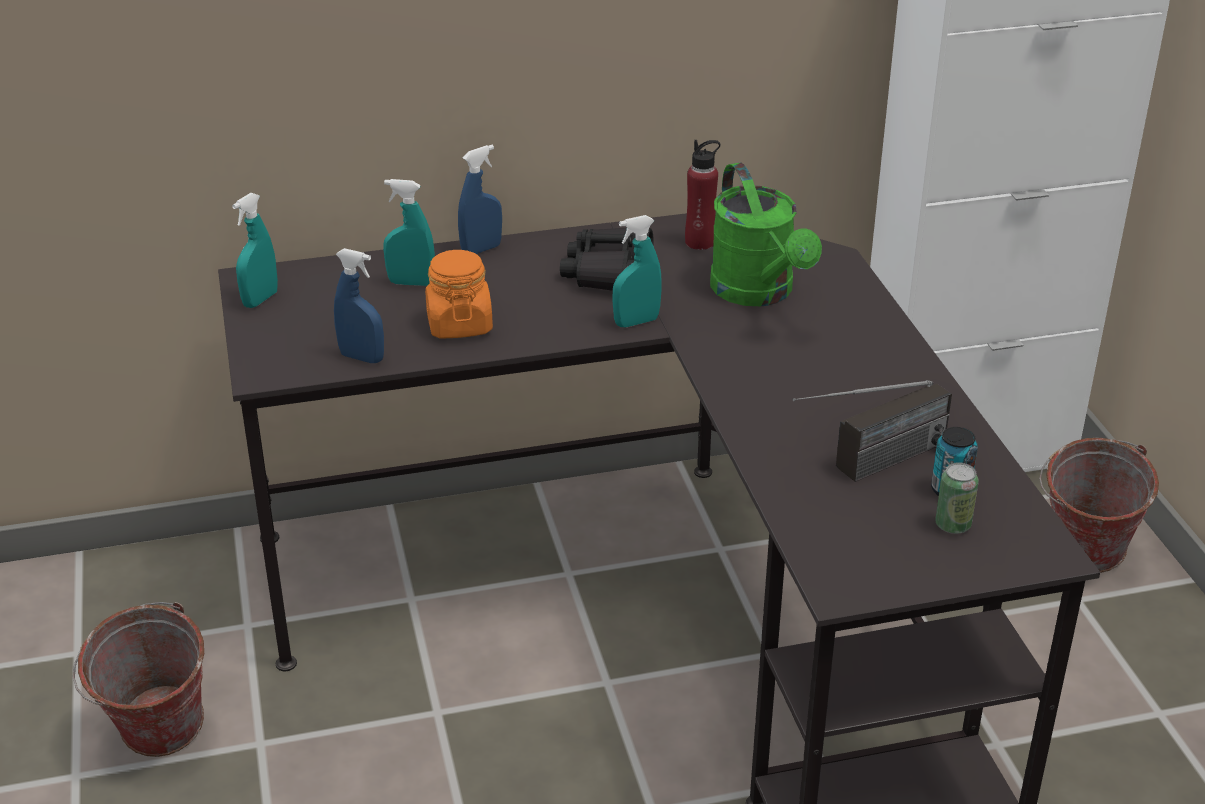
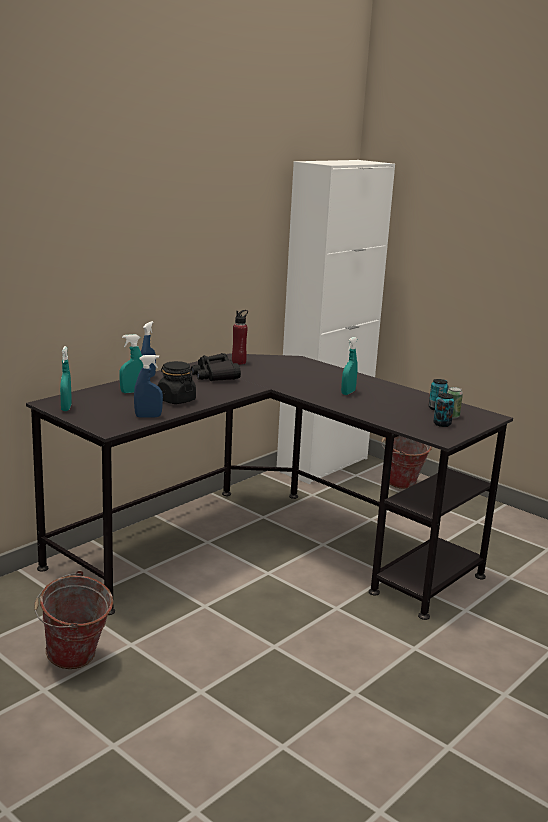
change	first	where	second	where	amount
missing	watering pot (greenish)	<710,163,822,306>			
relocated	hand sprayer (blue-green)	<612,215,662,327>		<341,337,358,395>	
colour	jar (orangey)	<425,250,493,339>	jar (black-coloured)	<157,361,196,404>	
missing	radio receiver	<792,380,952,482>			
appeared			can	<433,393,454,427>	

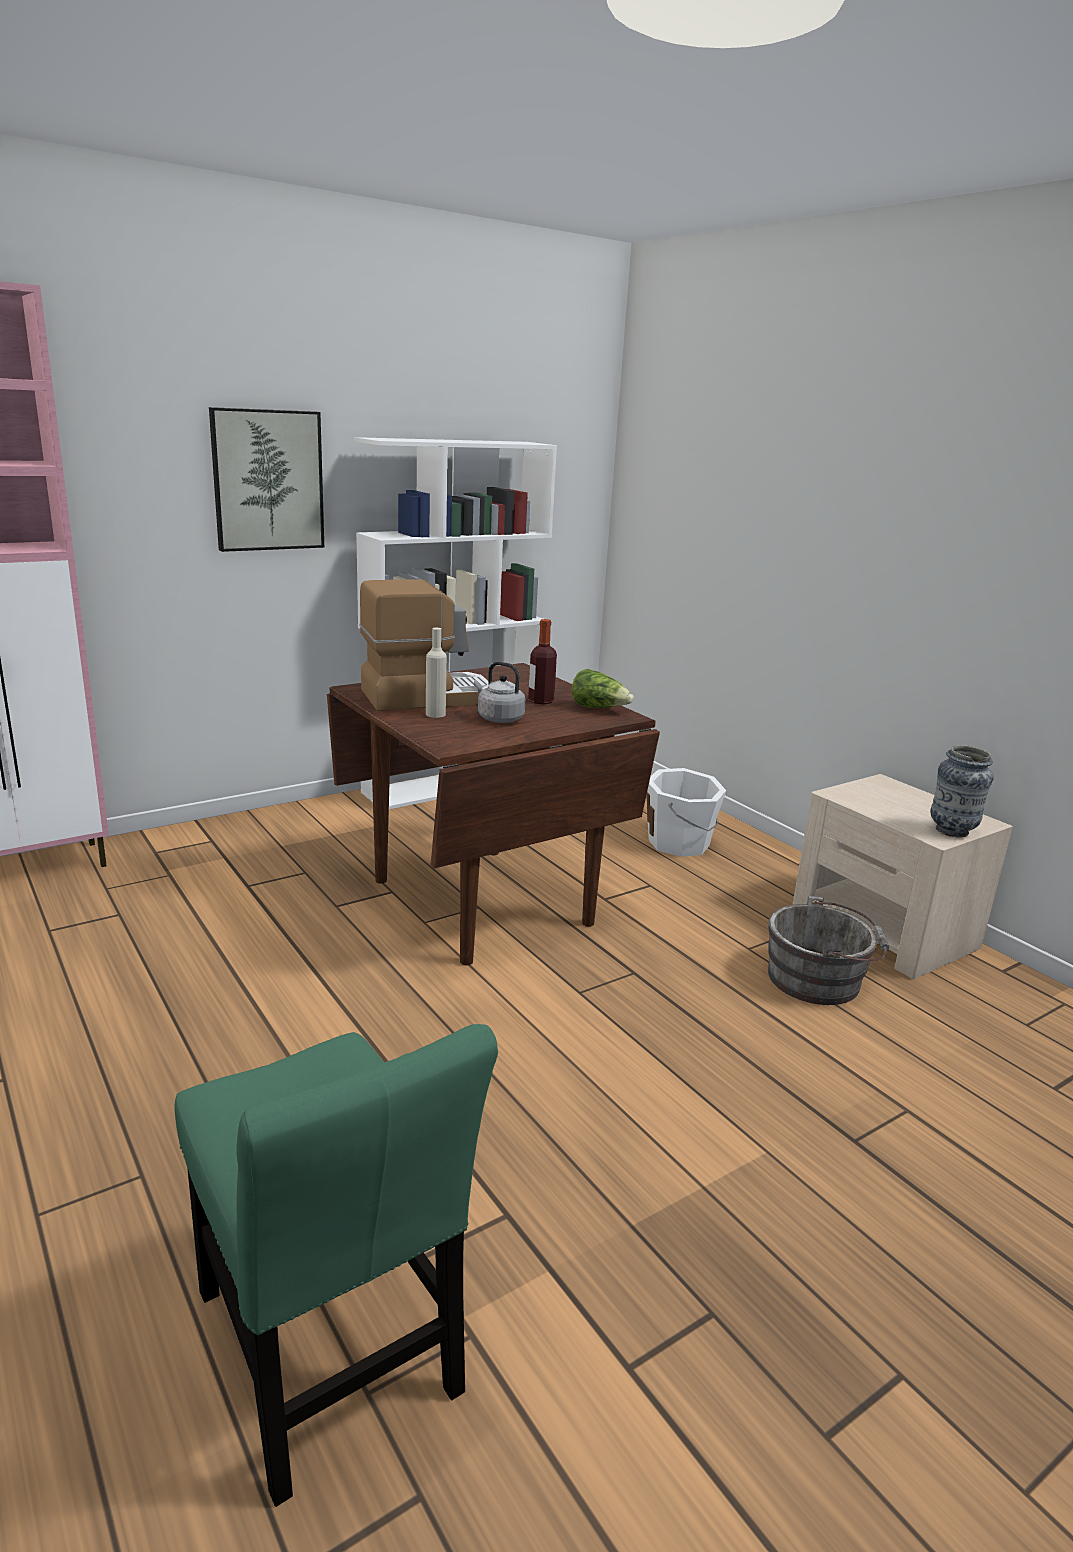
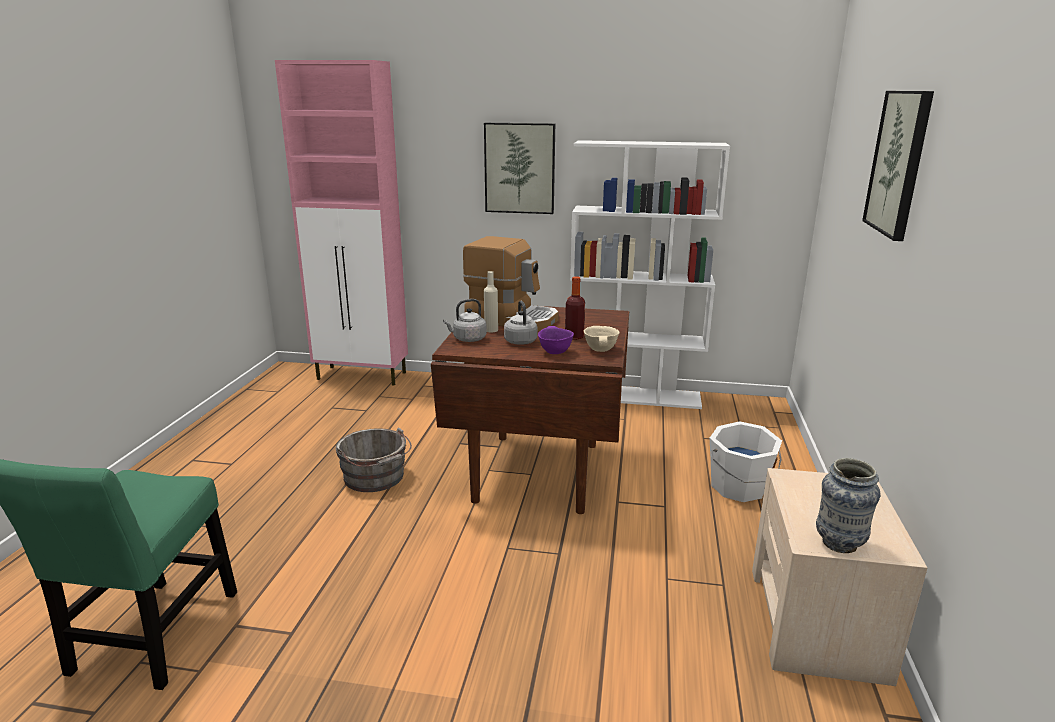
change	first	where	second	where	amount
exchanged	lettuce	<571,669,634,708>	bowl (sand-coloured)	<584,326,620,352>	
relocated	pail (grey)	<768,896,889,1005>		<336,427,412,492>	
appeared			wall picture	<862,91,934,241>	
appeared			water kettle (grey)	<443,299,487,342>	
appeared			bowl (purple-coloured)	<538,326,574,354>	

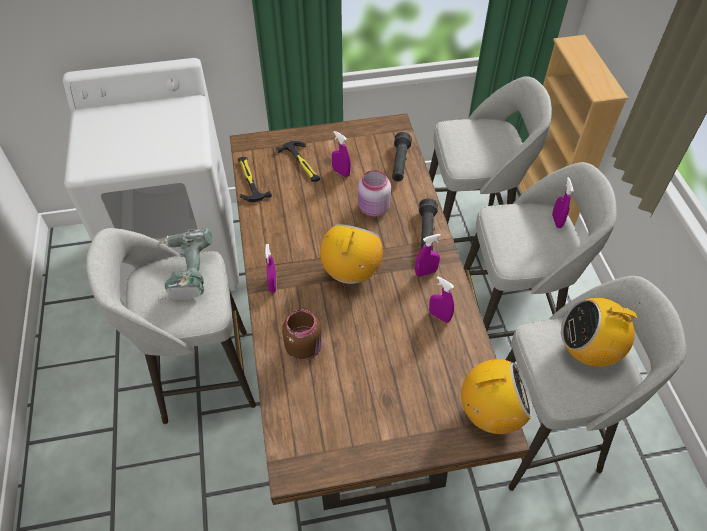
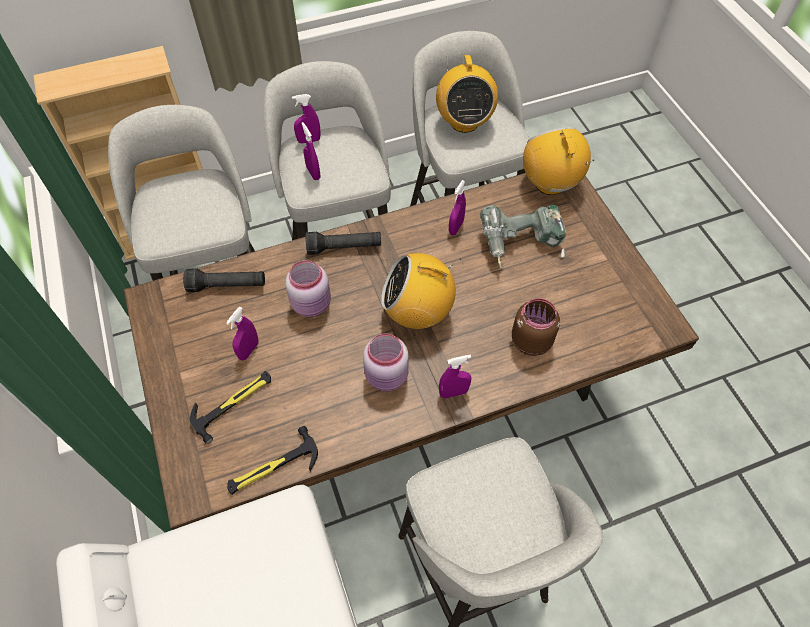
change	first	where	second	where	amount
relocated	power drill	<158,228,213,300>		<480,205,566,268>	
relocated	hand sprayer (purple-coloured)	<415,234,441,277>		<301,122,320,180>	
appeared			jar (pinkish)	<363,334,409,391>	

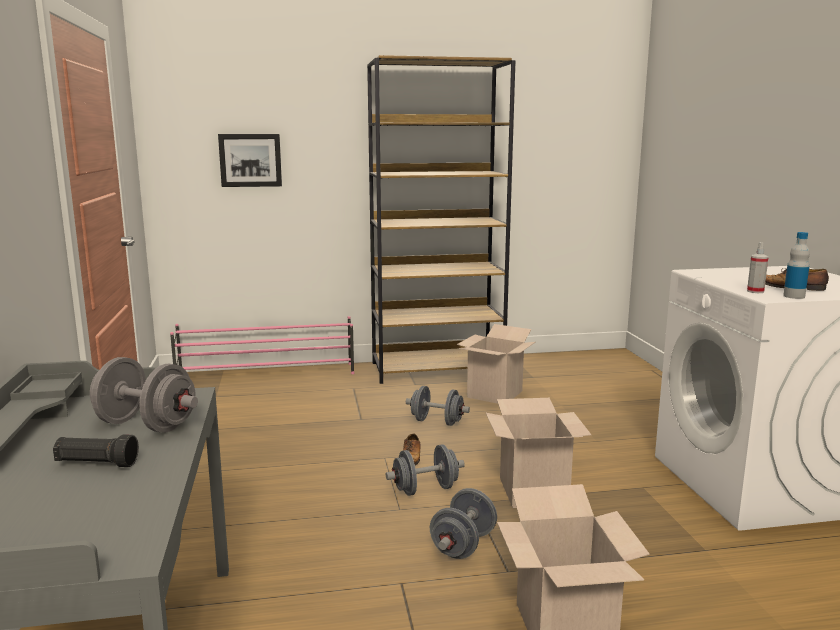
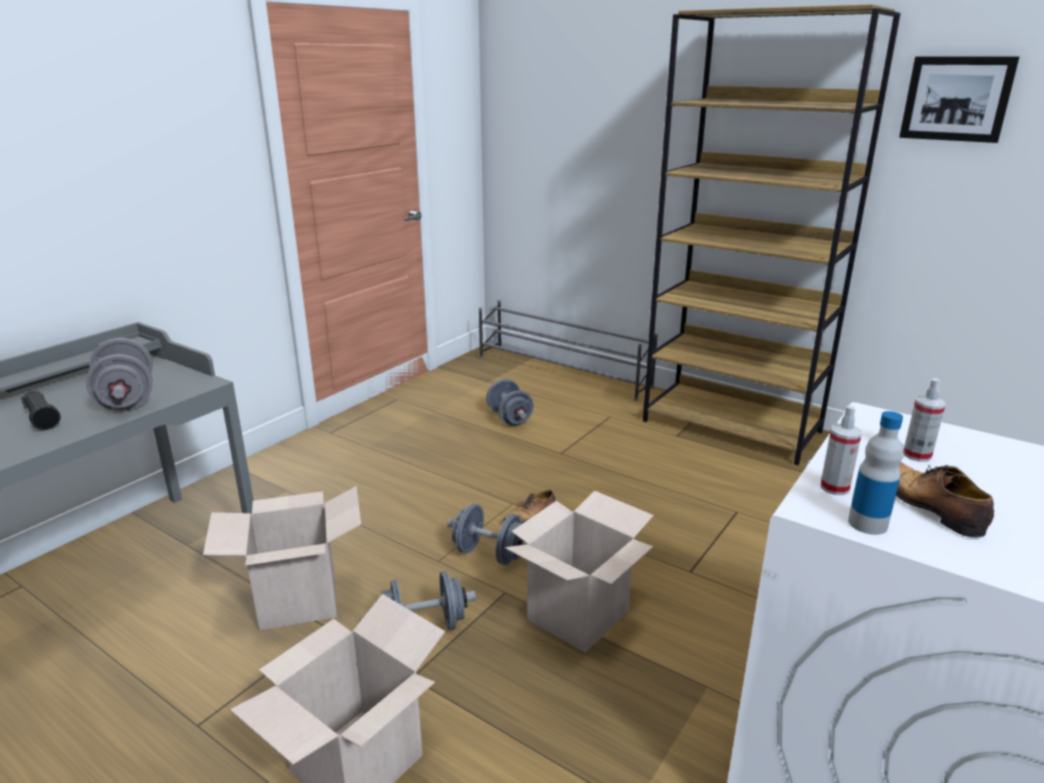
change	first	where	second	where	amount
relocated	wall picture	<218,134,282,187>		<899,56,1019,143>	
colour	shoe stand (pinkish)	<170,316,354,374>	shoe stand (grey)	<479,300,658,401>	
relocated	cardboard box	<457,324,535,404>		<203,486,361,630>	
relocated	free weight (grey)	<406,386,470,426>		<486,379,534,426>	
appeared			hand sprayer	<903,378,946,462>	

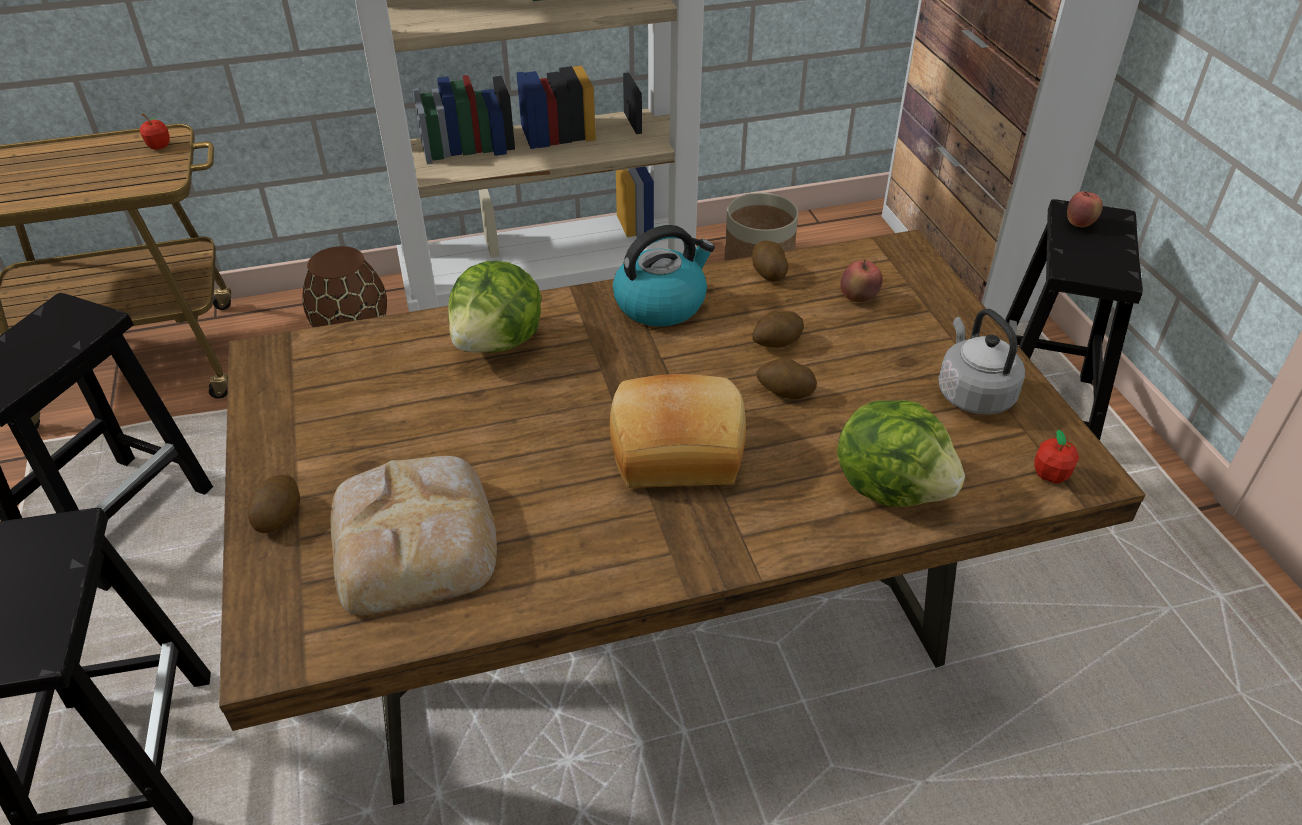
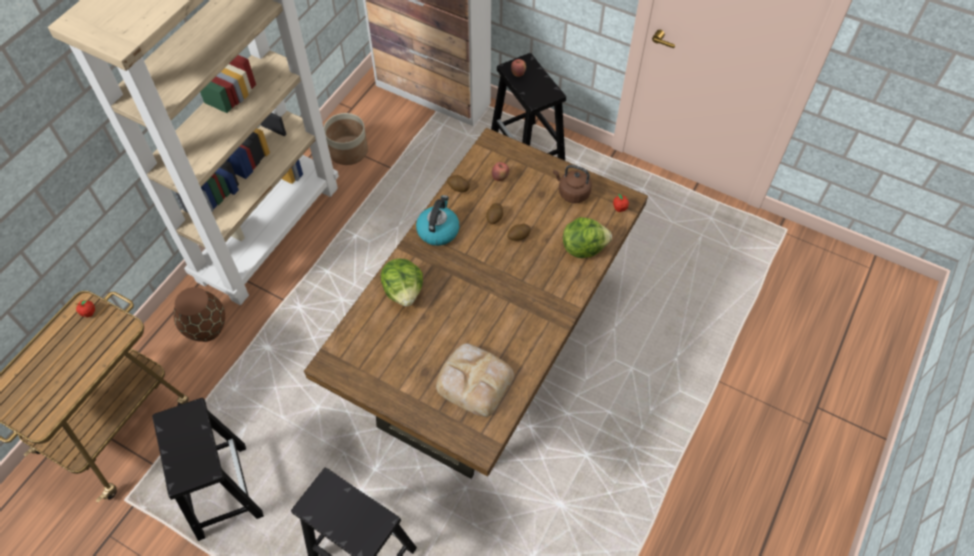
change	first	where	second	where	amount
colour	water kettle (grey)	<938,309,1025,415>	water kettle (brown)	<553,165,592,203>	
missing	bread	<610,374,746,488>			
missing	potato	<248,475,300,533>			

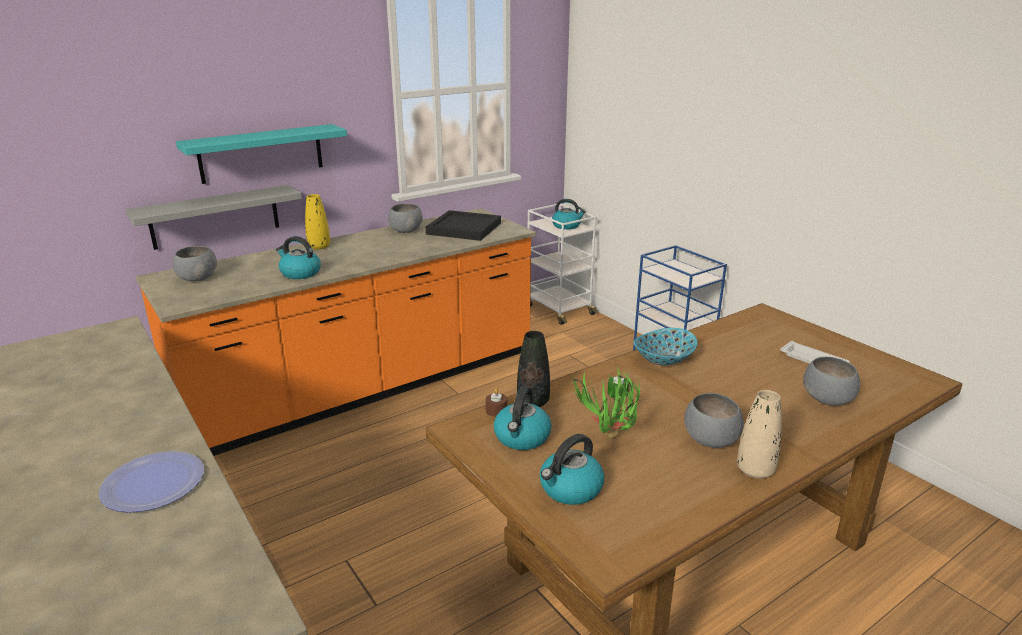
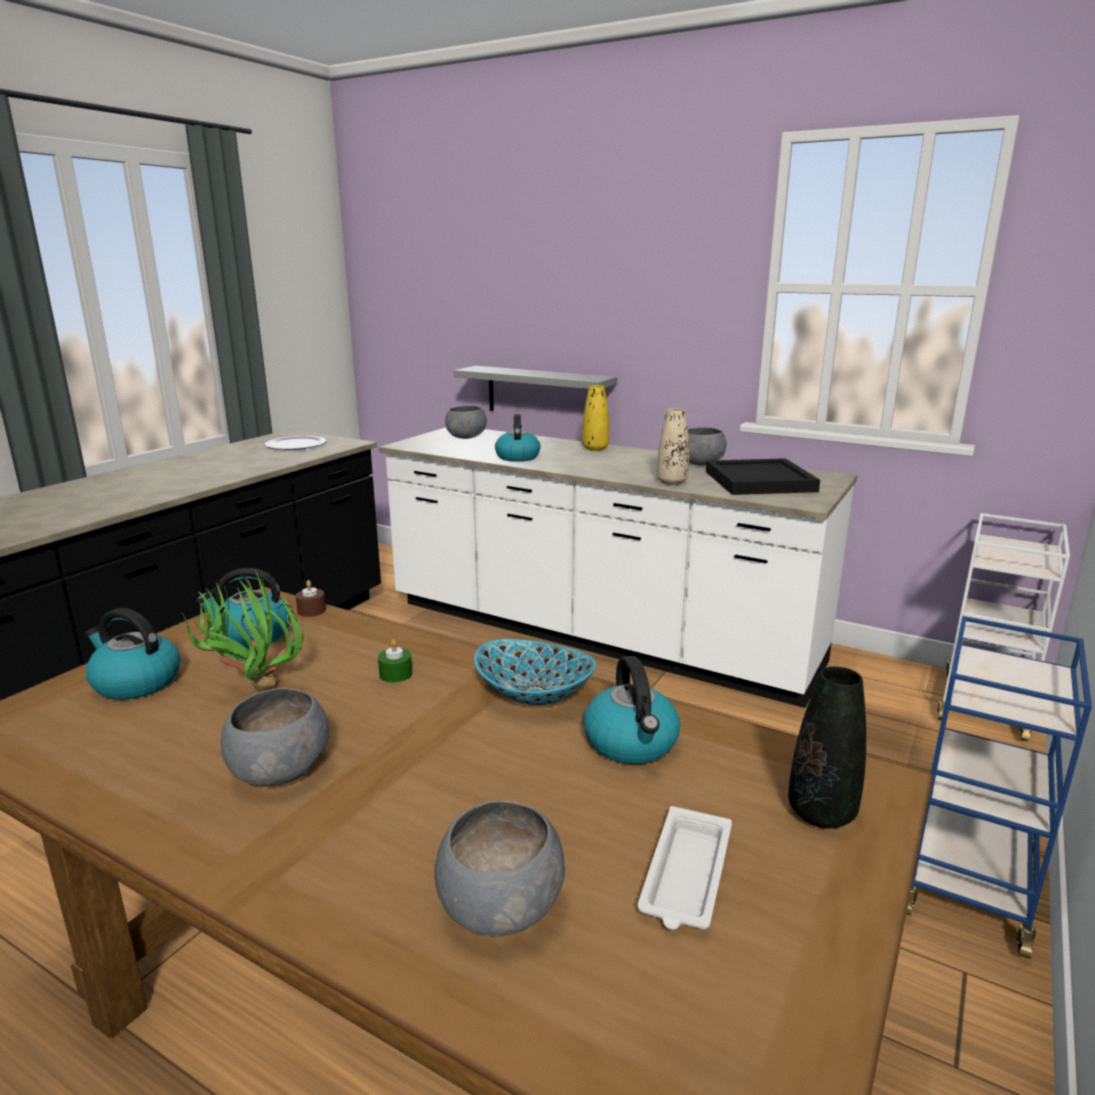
change	first	where	second	where	amount
missing	shelf (blue-green)	<176,124,347,184>			
relocated	water kettle	<552,199,586,230>		<583,656,680,764>	
colour	kitchen base unit (orangey)	<136,208,536,456>	kitchen base unit (white-coloured)	<379,427,857,708>	
relocated	flower vase (black-coloured)	<517,331,550,407>		<788,666,866,828>	
relocated	flower vase (sand-coloured)	<737,390,782,479>		<657,408,689,485>	
relocated	dinner plate	<98,451,204,513>		<265,436,326,450>	

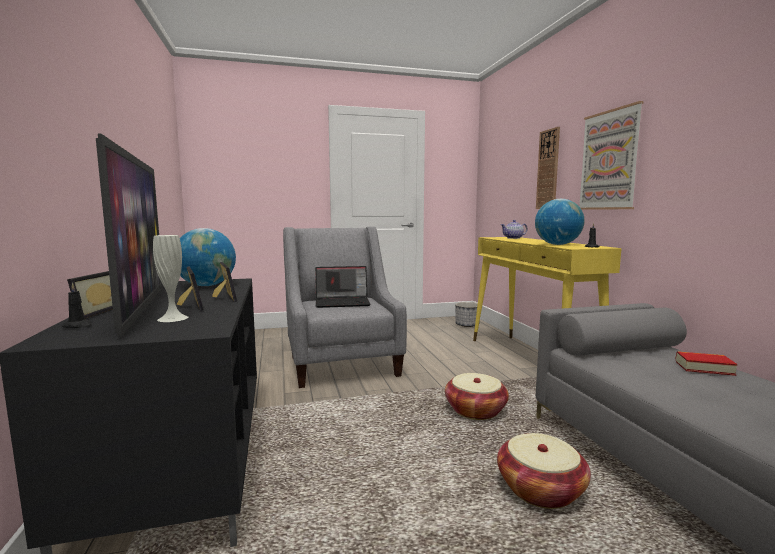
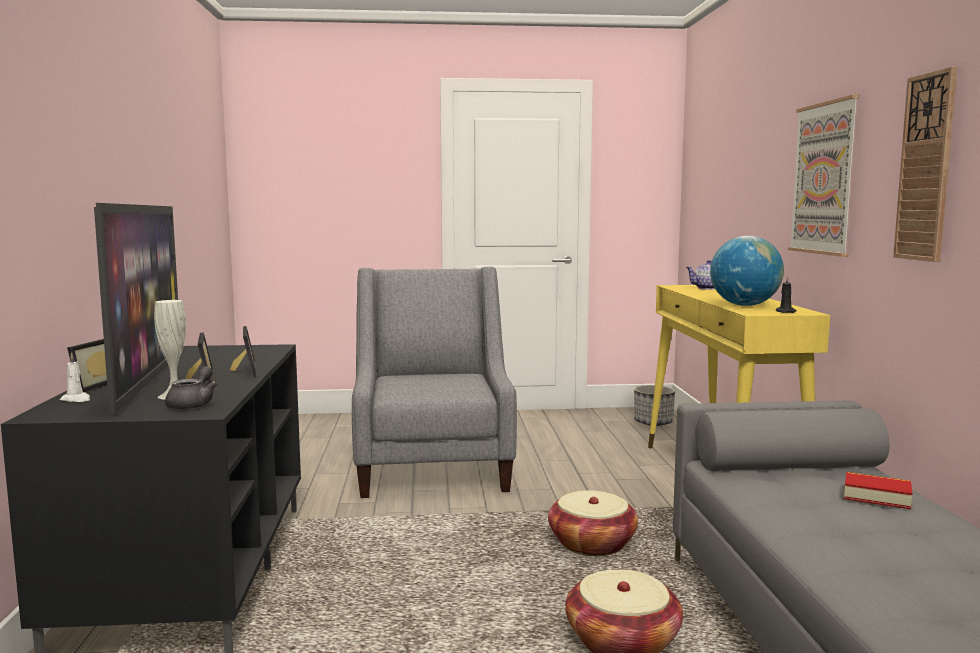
change	first	where	second	where	amount
relocated	clock on the wall	<536,127,560,209>		<893,66,958,262>	
missing	globe	<180,228,236,286>			
missing	notebook computer	<315,266,371,308>			
colour	wax candle (black-coloured)	<62,283,92,328>	wax candle (white-coloured)	<60,352,90,402>	
appeared			pot for tea (grey)	<165,366,218,410>	

